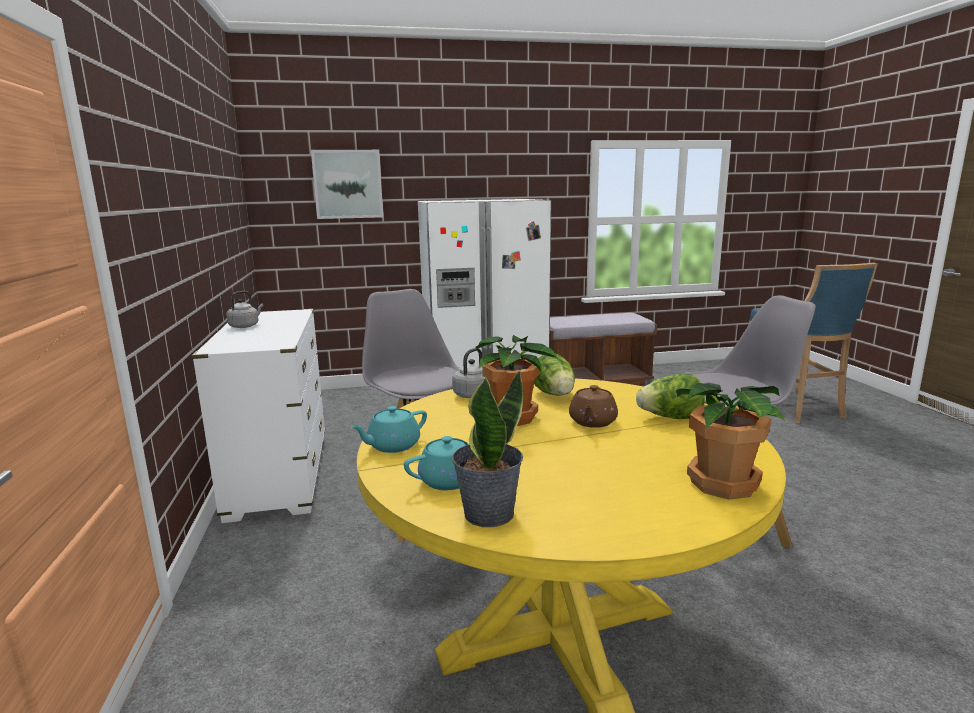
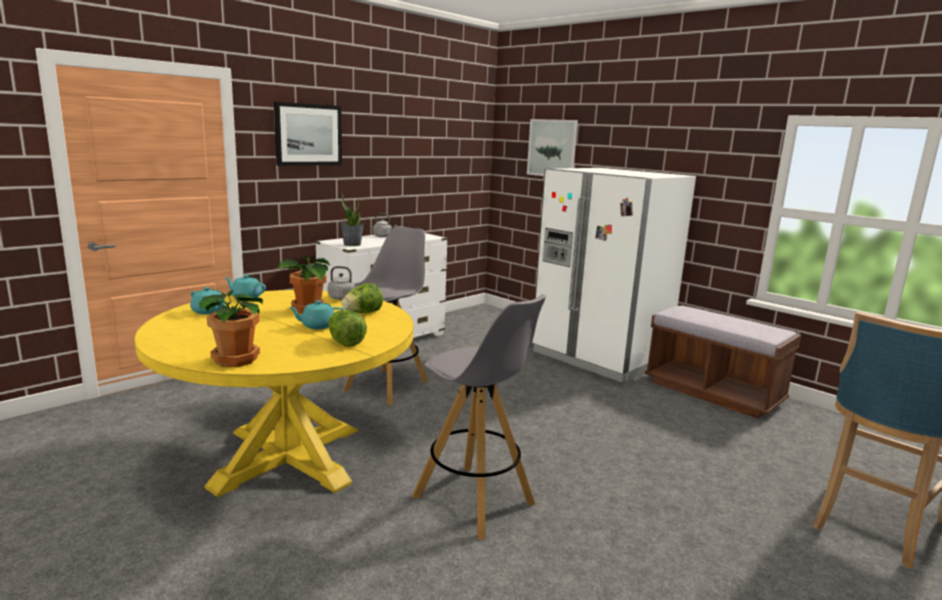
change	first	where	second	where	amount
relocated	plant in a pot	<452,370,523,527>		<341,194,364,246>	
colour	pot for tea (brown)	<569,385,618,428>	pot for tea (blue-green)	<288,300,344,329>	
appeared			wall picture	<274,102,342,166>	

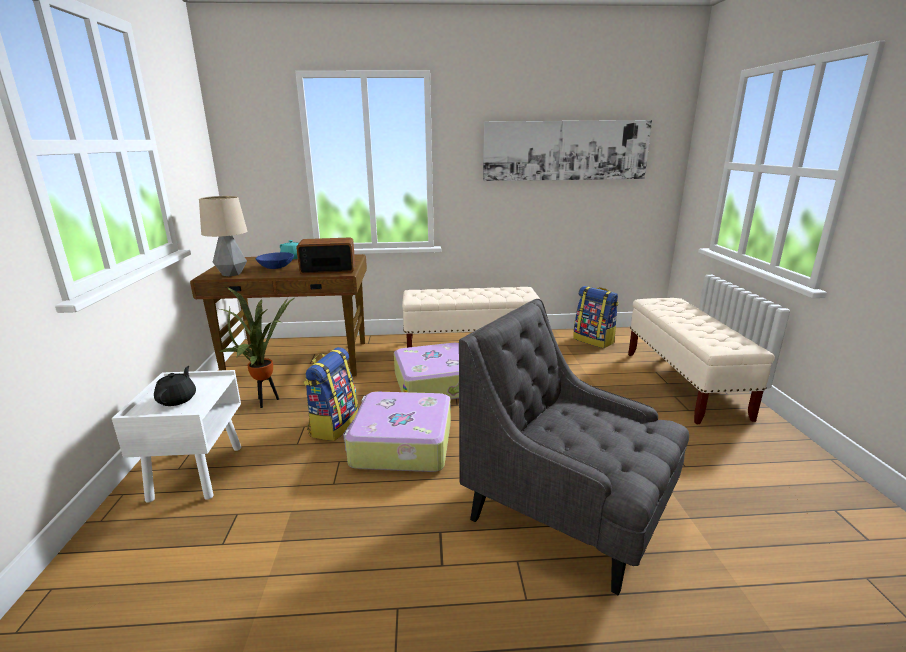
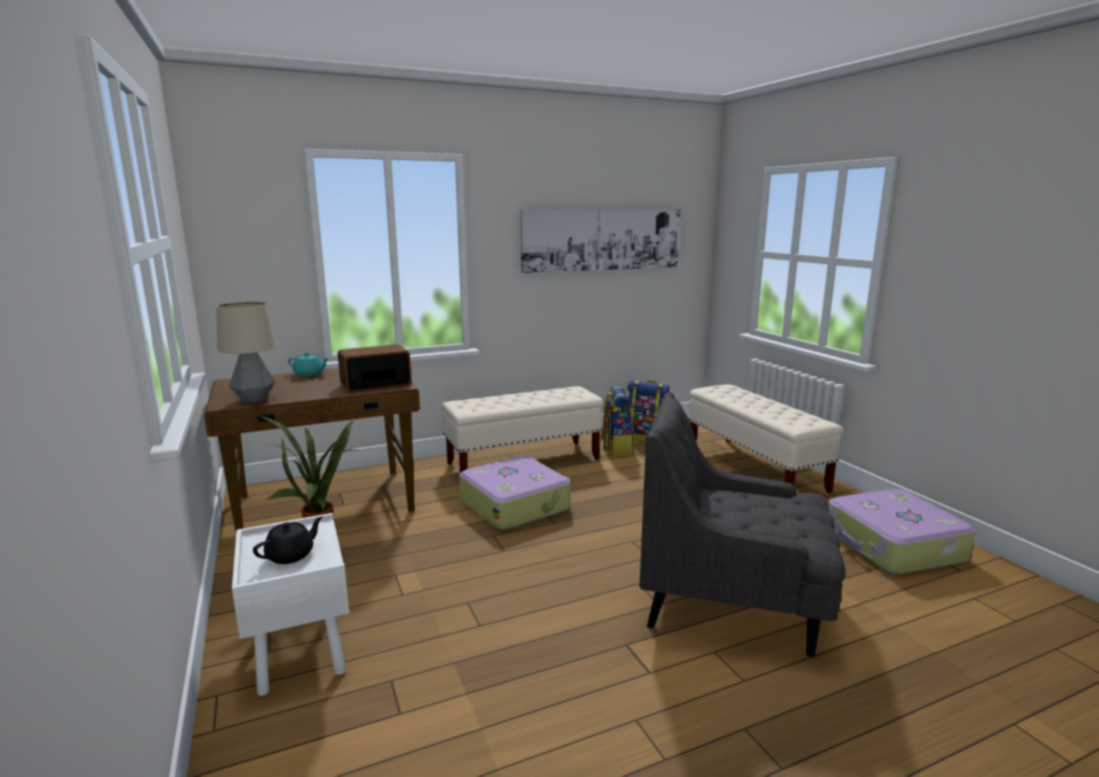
change	first	where	second	where	amount
missing	bowl (blue)	<256,252,294,269>			
relocated	knapsack	<304,347,358,441>		<601,386,635,456>	
spun	pot for tea (black-coloured)	<154,366,196,406>		<253,516,323,564>	60 degrees clockwise
relocated	piece of luggage	<343,391,451,472>		<828,489,976,575>	

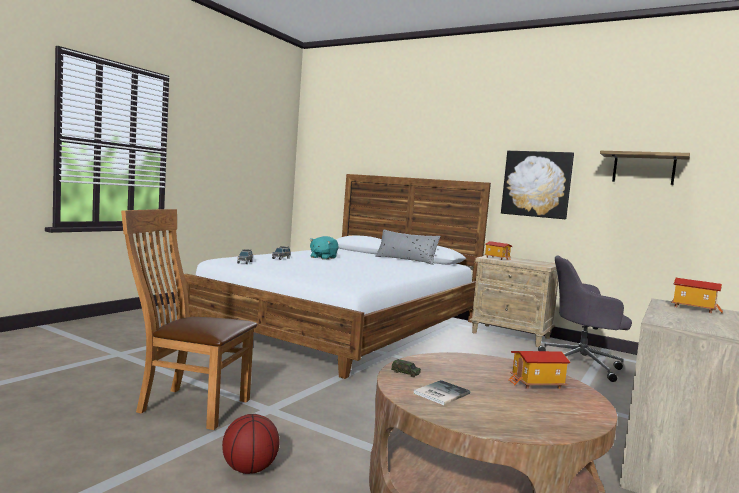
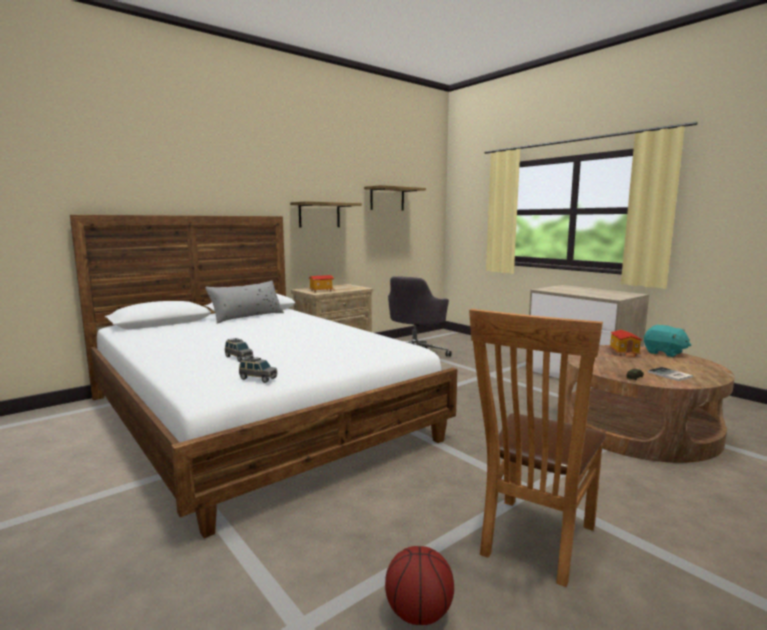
change	first	where	second	where	amount
exchanged	wall picture	<501,151,574,219>	shelf	<290,201,362,228>	
relocated	plush toy (blue-green)	<309,236,339,260>		<644,325,691,357>	
missing	model house	<671,278,723,313>			
relocated	basketball ball	<222,414,280,474>		<385,546,454,625>	

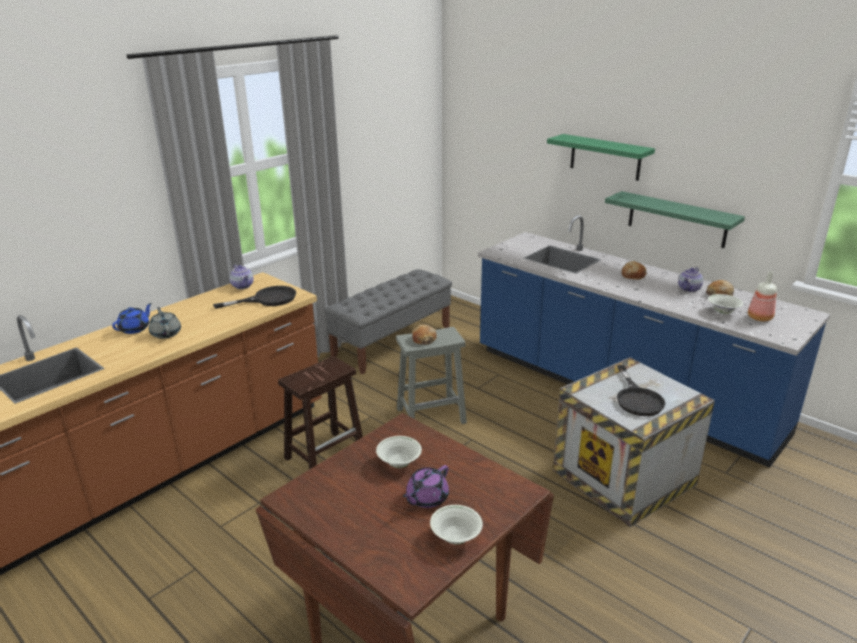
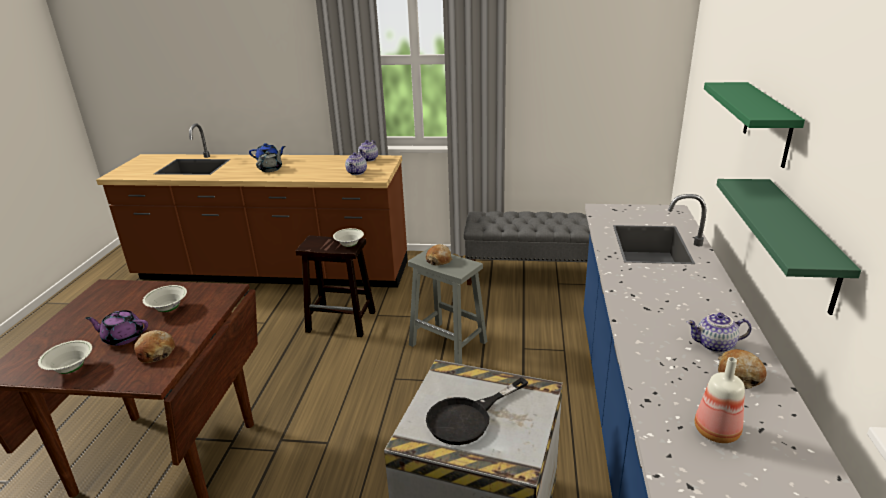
change	first	where	second	where	amount
relocated	bread	<621,261,647,279>		<134,330,175,363>	
exchanged	skillet (black-coloured)	<213,286,296,309>	pot for tea	<345,152,367,175>	
relocated	bowl (white-coloured)	<708,294,743,314>		<333,228,364,247>	

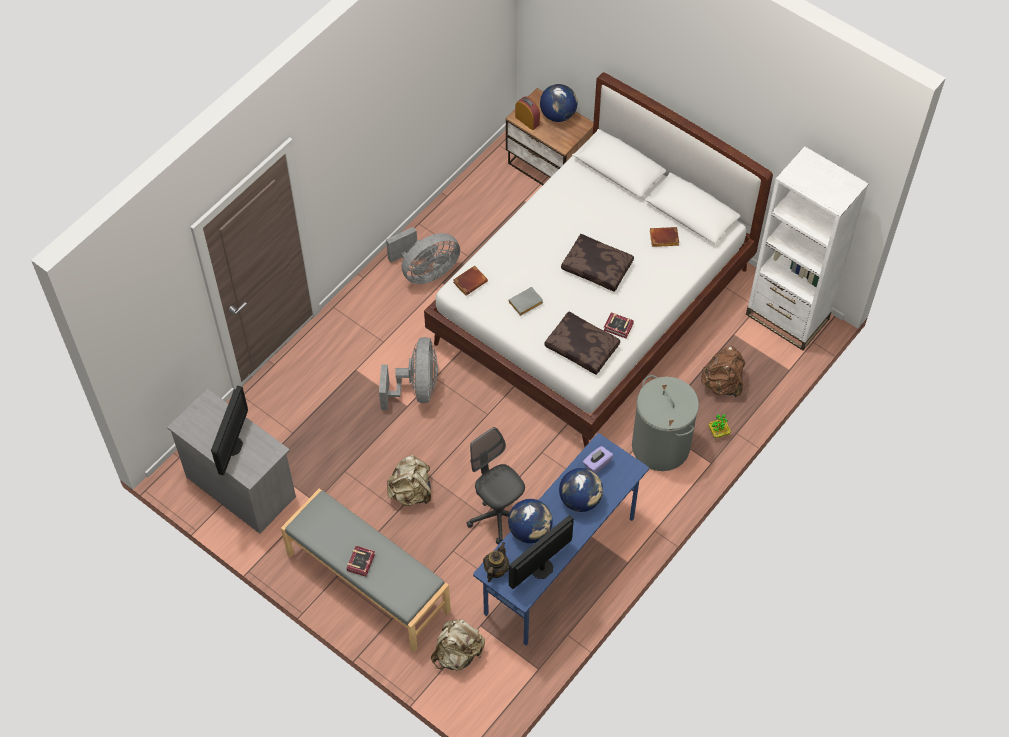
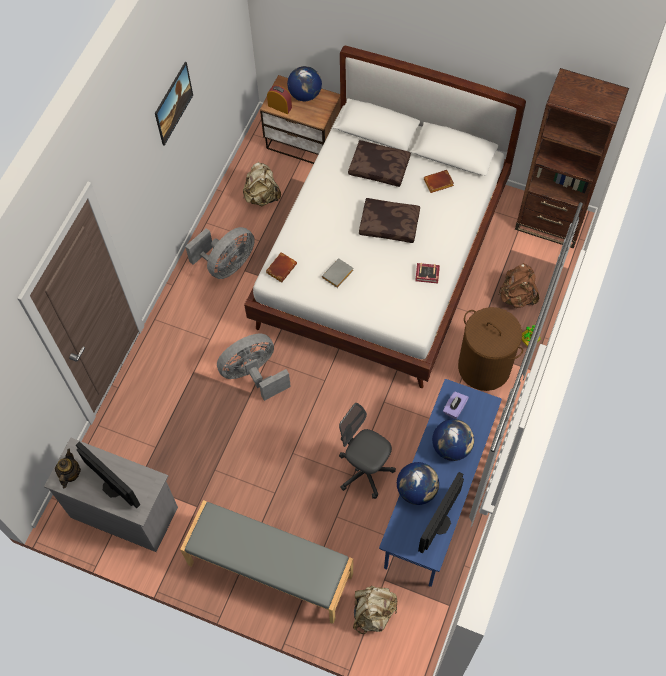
change	first	where	second	where	amount
colour	bookcase (white-coloured)	<746,147,869,350>	bookcase (brown)	<515,68,629,249>	
relocated	throw pillow (brown)	<544,311,620,375>		<348,140,411,187>	
spun	fan (grey)	<379,337,438,410>		<217,334,291,401>	105 degrees counterclockwise
colour	washing basket (grey)	<632,375,699,471>	washing basket (brown)	<458,307,523,391>	
spun	computer display	<211,386,248,475>		<76,442,140,508>	45 degrees counterclockwise
relocated	knapsack (sand-coloured)	<387,455,431,506>		<243,162,281,206>	
relocated	pot for tea	<483,542,509,582>		<55,449,81,488>	
missing	book	<347,546,375,577>			
appeared			wall picture	<155,62,193,146>	

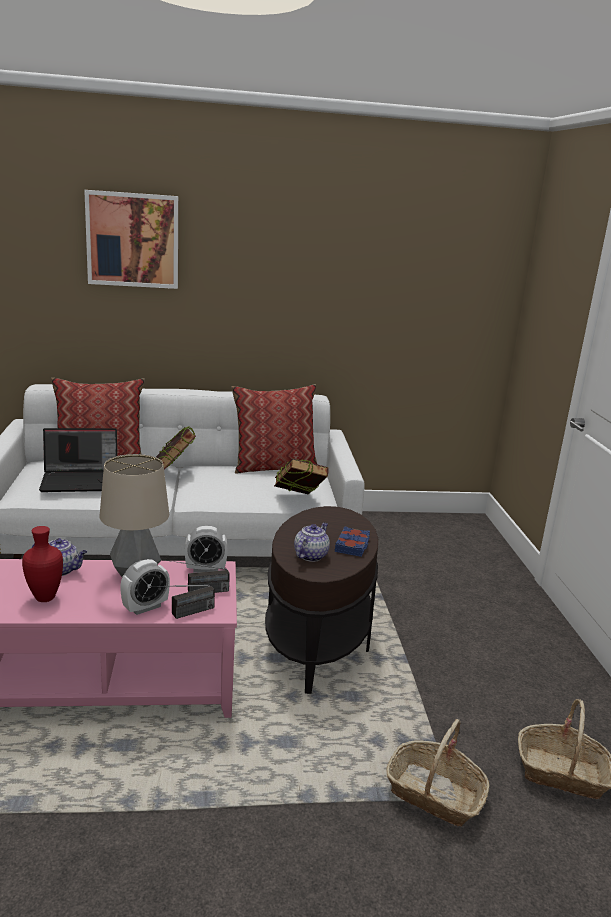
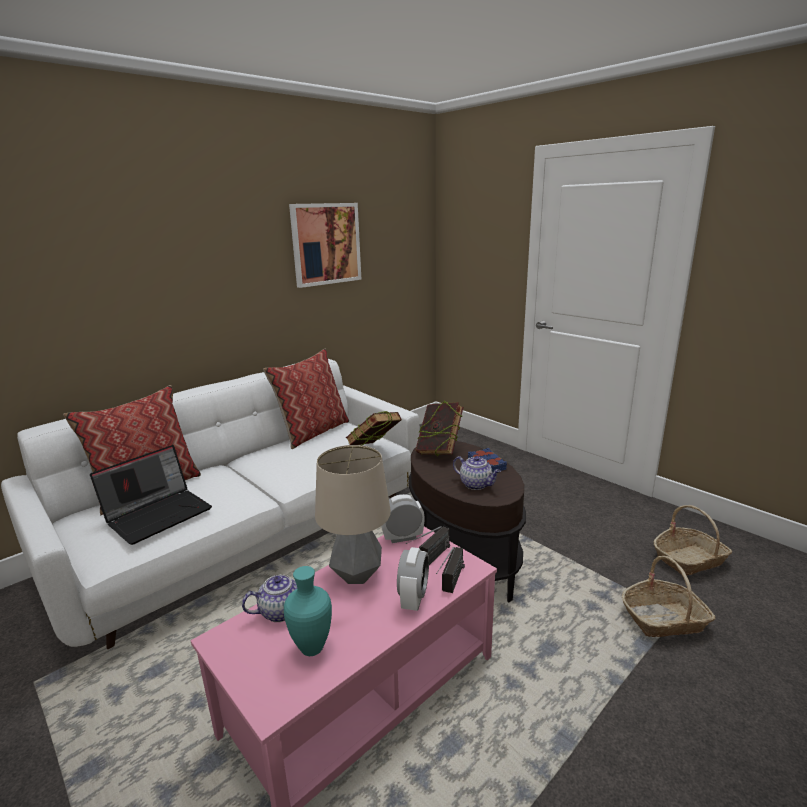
change	first	where	second	where	amount
relocated	wall picture	<84,190,178,289>		<289,203,362,288>	
relocated	book	<156,426,196,469>		<415,401,463,457>	
spun	pot for tea	<294,523,330,562>		<453,456,501,490>	135 degrees clockwise
colour	flower vase (red)	<22,526,63,602>	flower vase (blue-green)	<284,566,332,656>	
spun	bedside clock	<185,526,228,572>		<381,494,425,543>	150 degrees counterclockwise

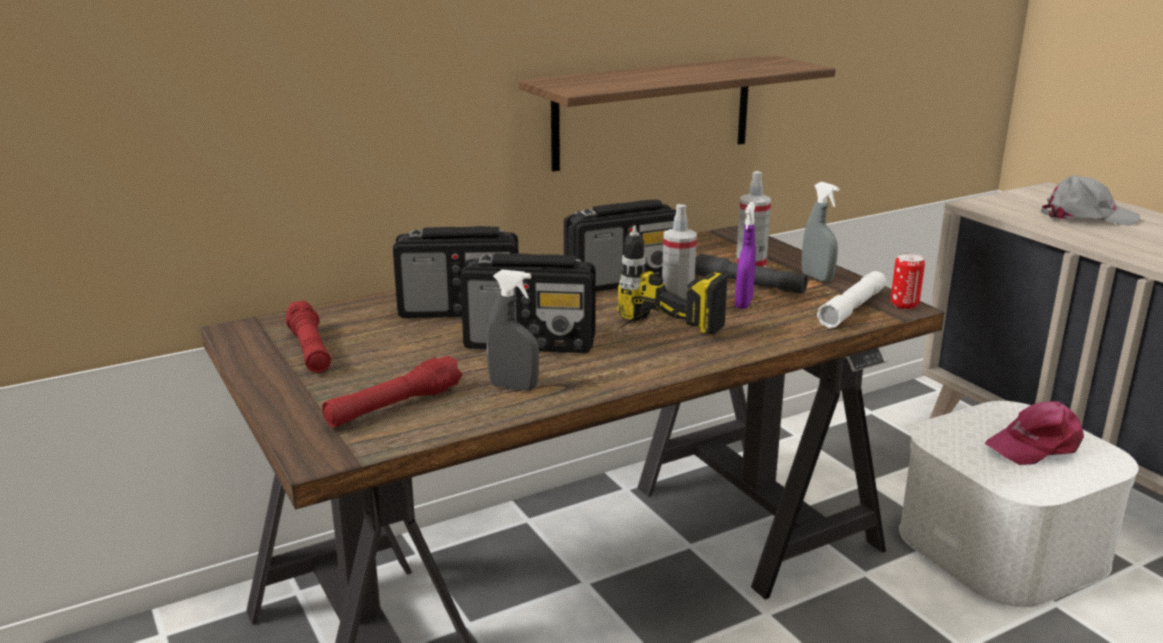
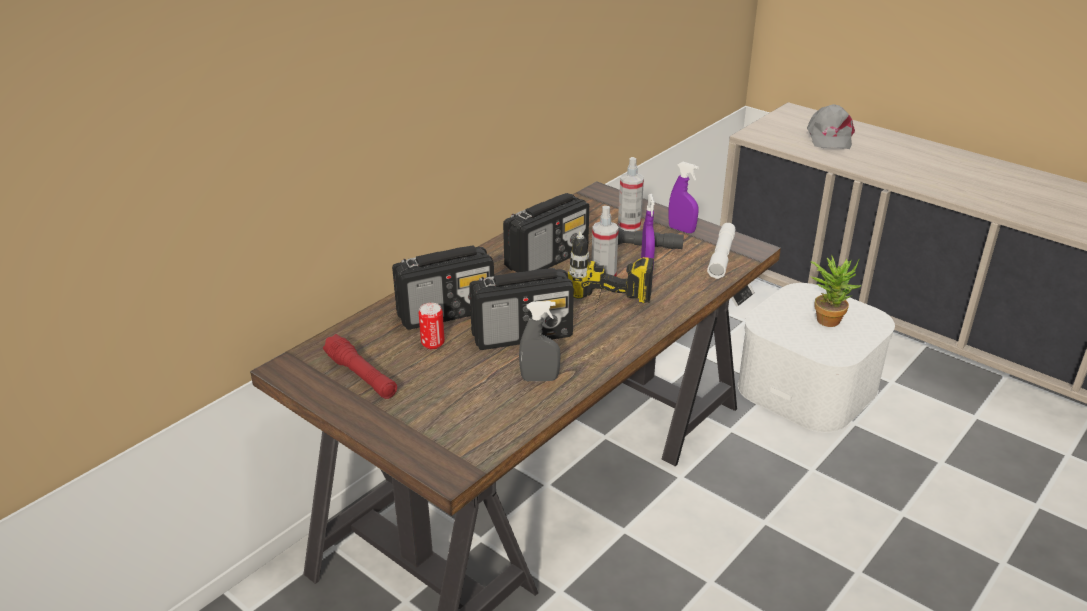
change	first	where	second	where	amount
missing	shelf	<519,55,836,171>			
spun	peaked cap (grey)	<1041,176,1140,226>		<807,104,855,149>	105 degrees clockwise
colour	hand sprayer (grey)	<802,182,840,282>	hand sprayer (purple-coloured)	<668,162,699,233>	
relocated	can	<891,253,925,309>		<419,303,445,350>	
missing	flashlight (red)	<322,355,462,427>			
exchanged	peaked cap (pinkish)	<984,401,1084,465>	plant in a pot	<810,255,861,327>	

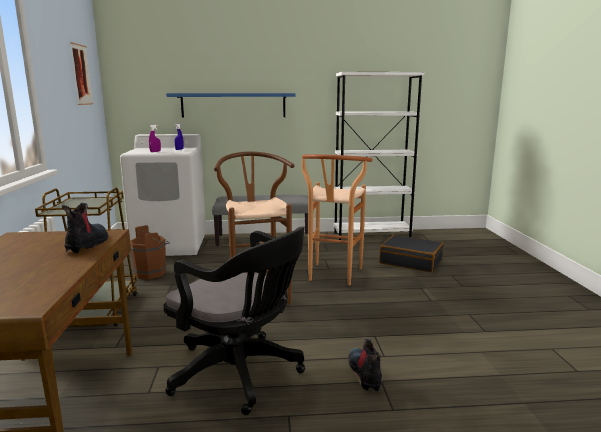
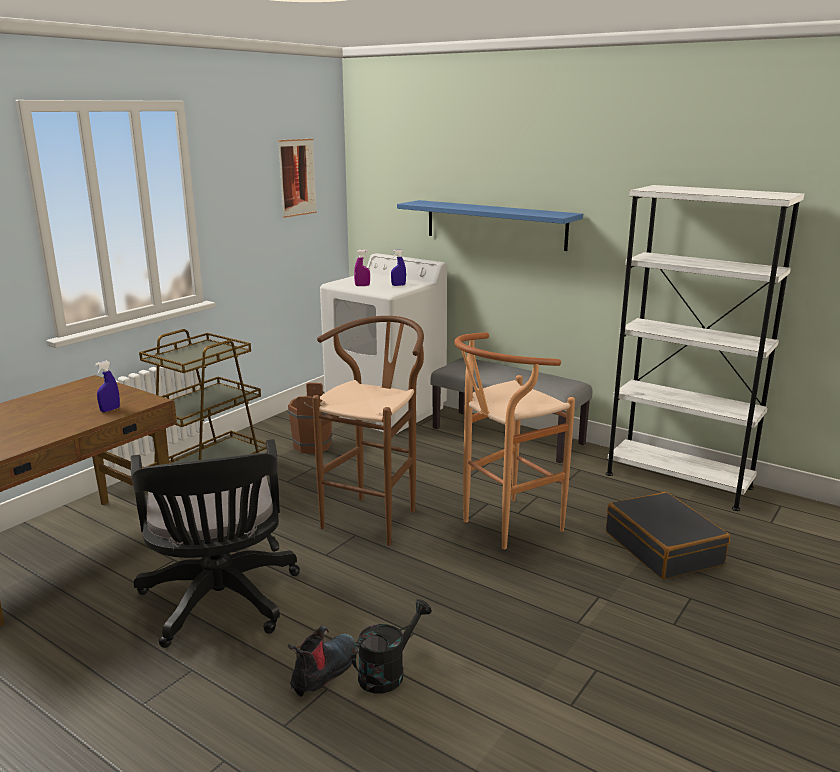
change	first	where	second	where	amount
exchanged	high-top boot	<62,203,108,254>	hand sprayer (blue)	<95,361,120,412>	
appeared			watering pot (black-coloured)	<352,599,432,693>	

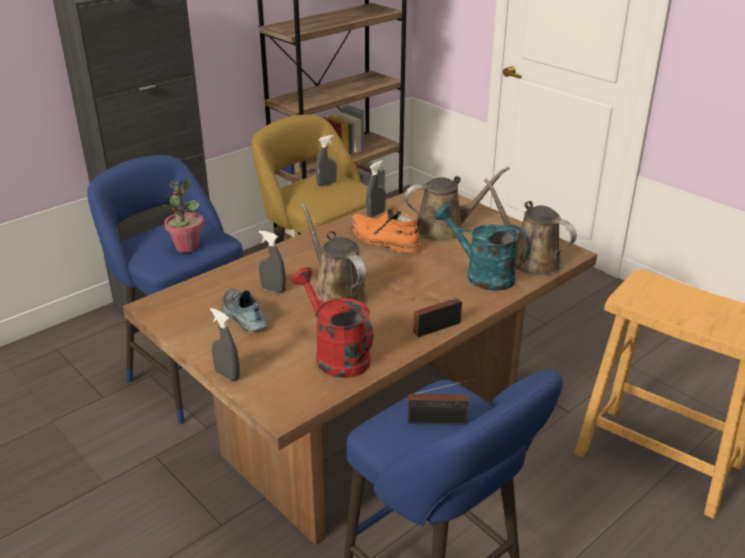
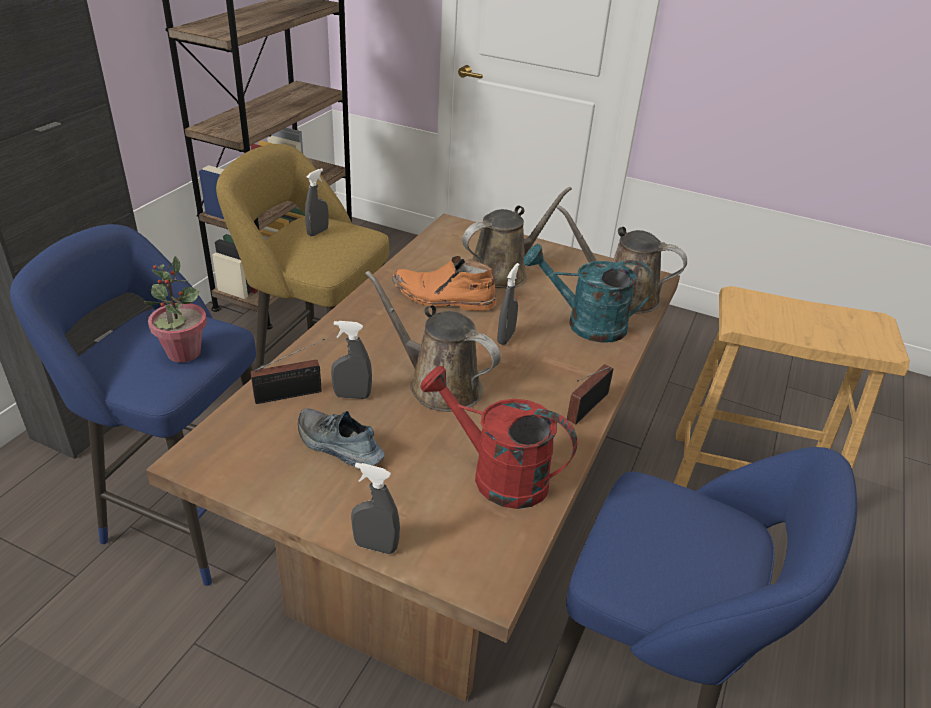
change	first	where	second	where	amount
relocated	hand sprayer (grey)	<366,160,386,217>		<497,263,519,345>	
relocated	radio receiver	<408,378,477,425>		<250,339,325,404>	

